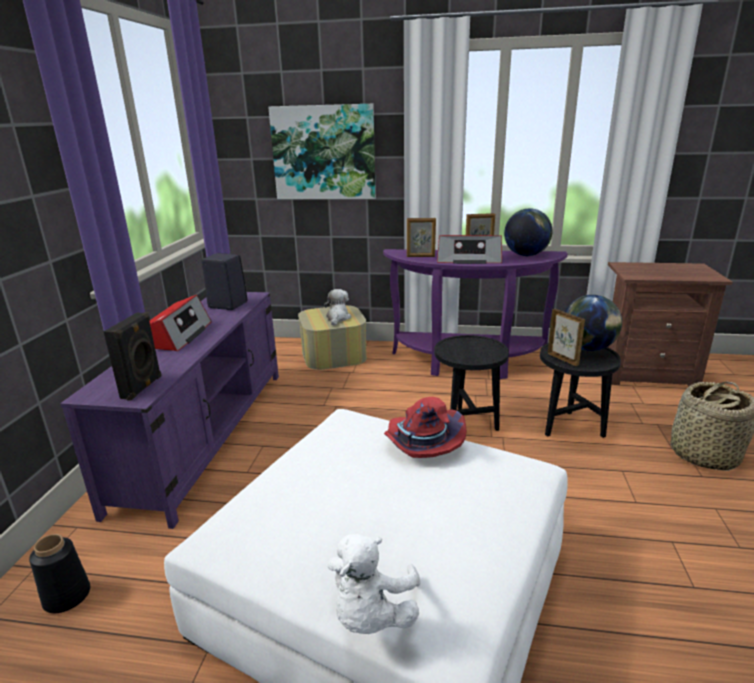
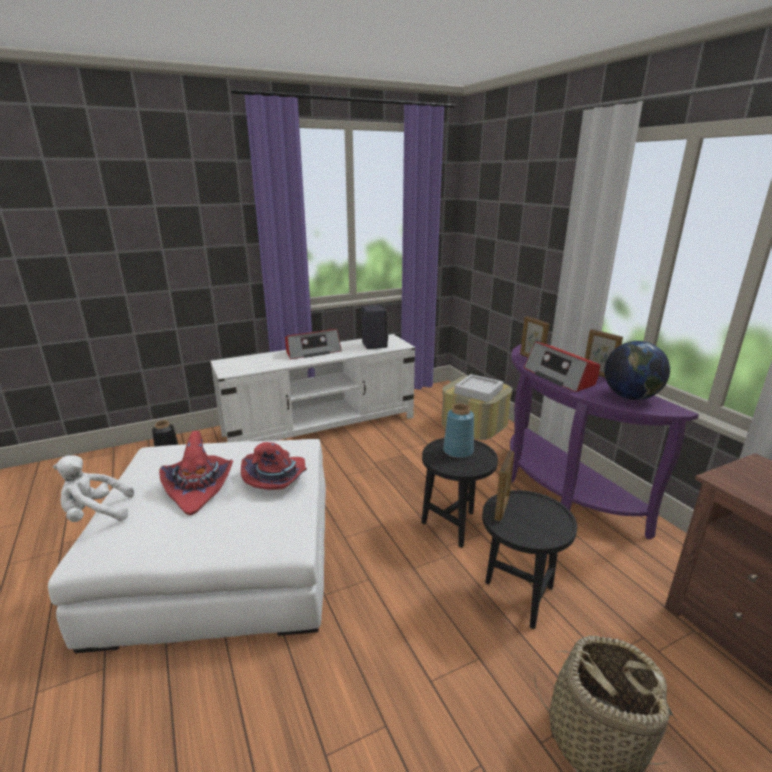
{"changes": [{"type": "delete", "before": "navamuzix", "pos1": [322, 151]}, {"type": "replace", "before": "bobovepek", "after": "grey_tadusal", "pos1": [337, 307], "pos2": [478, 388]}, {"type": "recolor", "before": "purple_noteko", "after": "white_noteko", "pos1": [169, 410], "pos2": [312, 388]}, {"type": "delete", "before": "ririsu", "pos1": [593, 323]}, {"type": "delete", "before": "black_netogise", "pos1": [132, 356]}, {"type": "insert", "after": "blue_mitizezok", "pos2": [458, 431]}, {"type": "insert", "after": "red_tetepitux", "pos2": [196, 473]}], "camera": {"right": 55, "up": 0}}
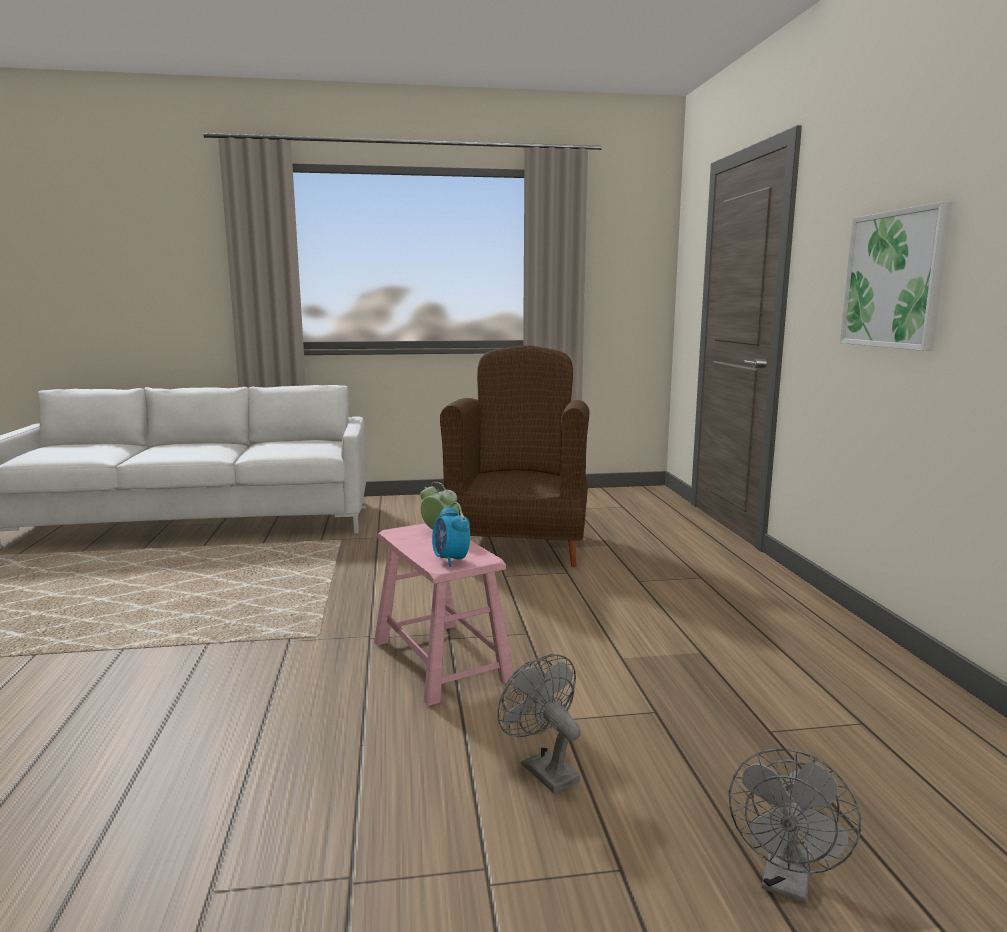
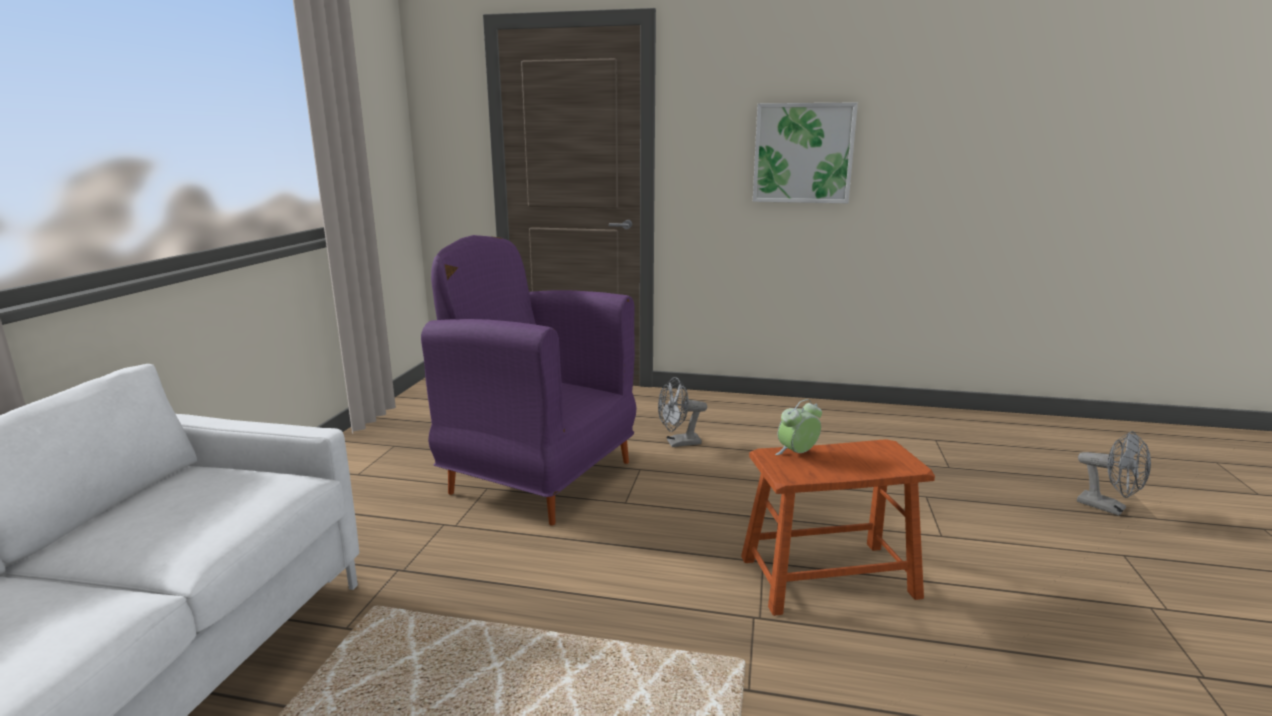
{"changes": [{"type": "recolor", "before": "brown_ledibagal", "after": "purple_ledibagal", "pos1": [515, 456], "pos2": [529, 380]}, {"type": "delete", "before": "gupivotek", "pos1": [451, 534]}, {"type": "recolor", "before": "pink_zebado", "after": "brown_zebado", "pos1": [444, 614], "pos2": [838, 527]}, {"type": "move", "before": "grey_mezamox", "pos1": [539, 723], "pos2": [682, 412]}], "camera": {"right": -70, "up": 5}}
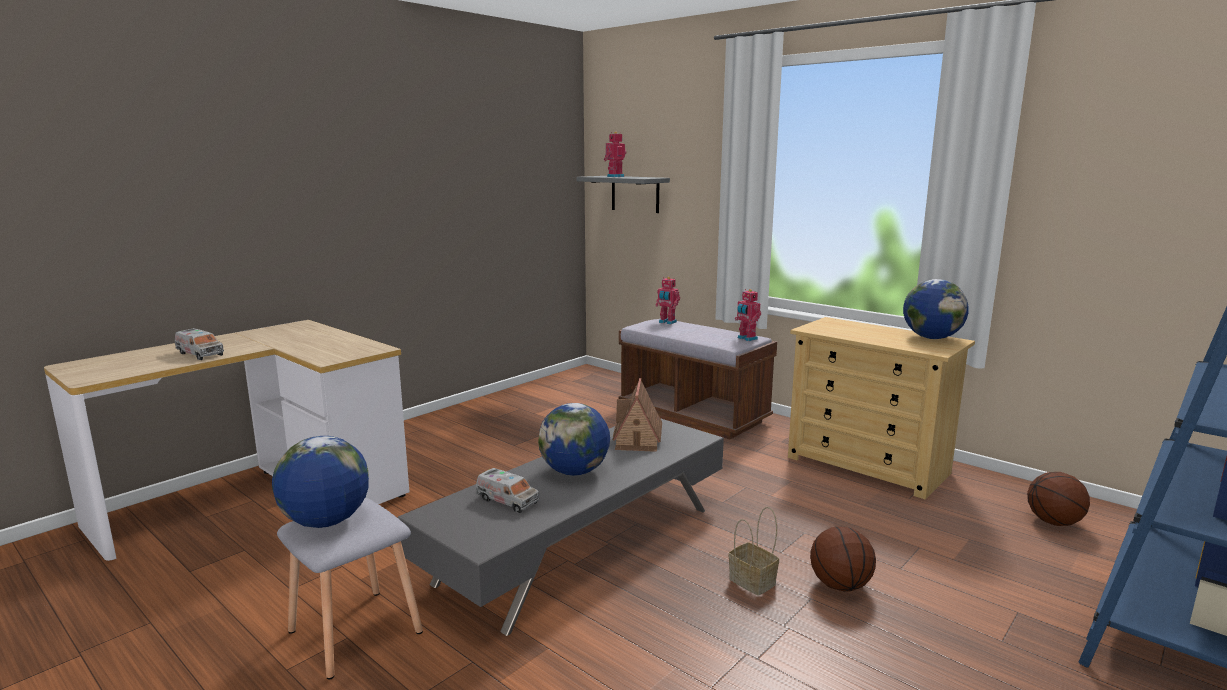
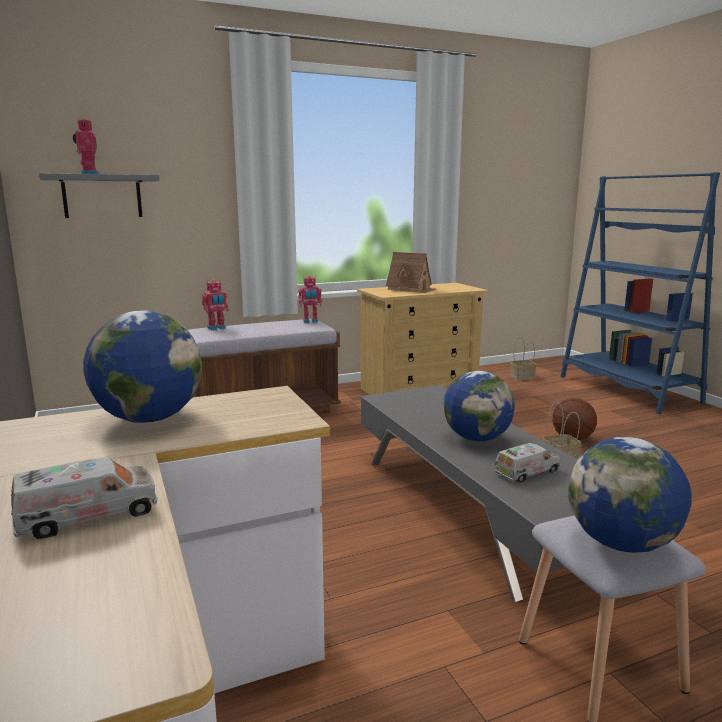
{"changes": [{"type": "move", "before": "ririsu", "pos1": [936, 309], "pos2": [143, 367]}, {"type": "move", "before": "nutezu", "pos1": [637, 415], "pos2": [411, 272]}, {"type": "replace", "before": "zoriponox", "after": "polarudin", "pos1": [1058, 499], "pos2": [523, 358]}], "camera": {"right": -65, "up": 0}}
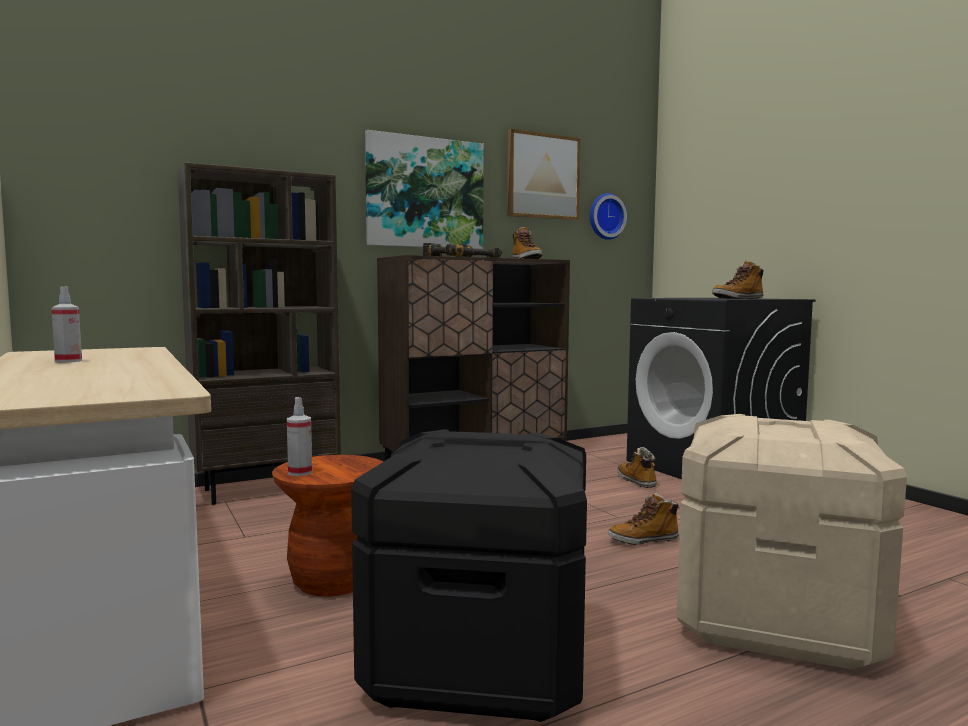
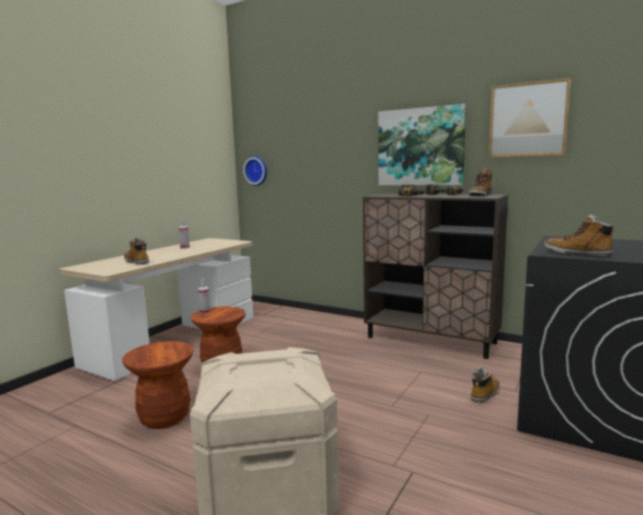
{"changes": [{"type": "delete", "before": "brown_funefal", "pos1": [259, 333]}, {"type": "move", "before": "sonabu", "pos1": [608, 216], "pos2": [255, 171]}, {"type": "replace", "before": "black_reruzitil", "after": "brown_zebado", "pos1": [469, 575], "pos2": [157, 385]}, {"type": "move", "before": "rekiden", "pos1": [643, 518], "pos2": [136, 251]}], "camera": {"right": 60, "up": 5}}
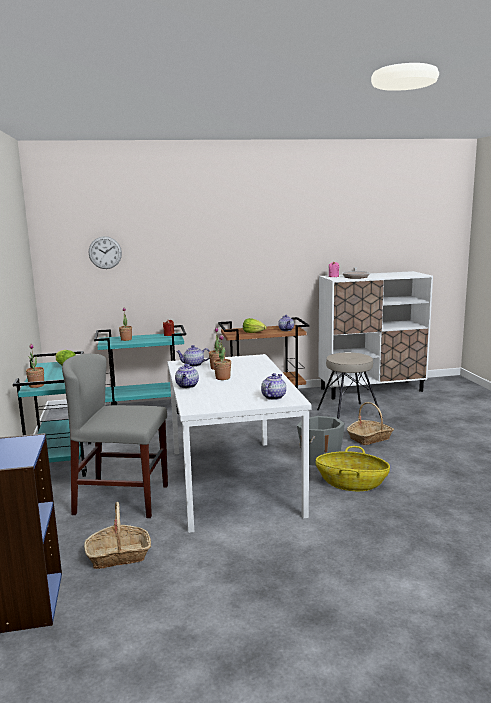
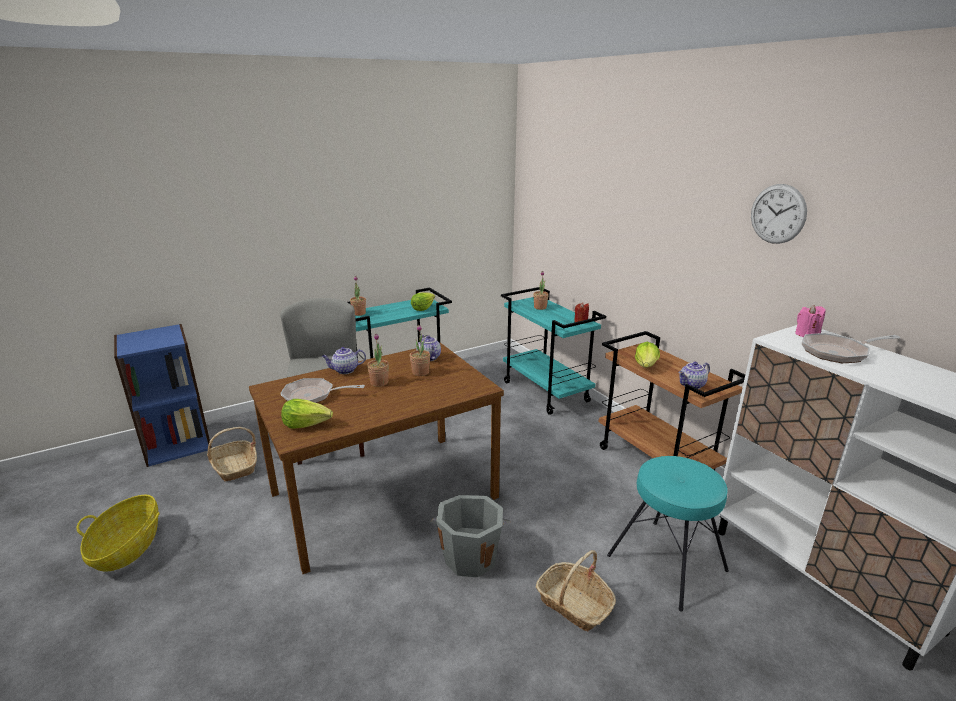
{"changes": [{"type": "move", "before": "sonabu", "pos1": [105, 252], "pos2": [779, 214]}, {"type": "recolor", "before": "beige_zebado", "after": "turquoise_zebado", "pos1": [350, 385], "pos2": [668, 534]}, {"type": "recolor", "before": "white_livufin", "after": "brown_livufin", "pos1": [239, 443], "pos2": [376, 458]}, {"type": "replace", "before": "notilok", "after": "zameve", "pos1": [273, 386], "pos2": [307, 414]}, {"type": "move", "before": "polarudin", "pos1": [353, 468], "pos2": [117, 533]}, {"type": "insert", "after": "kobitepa", "pos2": [322, 390]}], "camera": {"right": 70, "up": 10}}
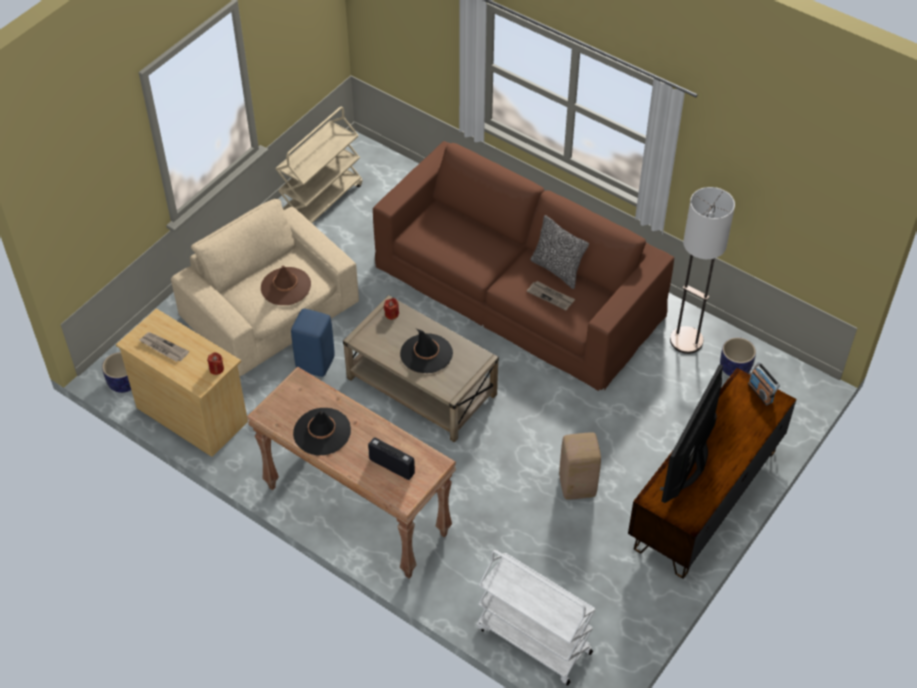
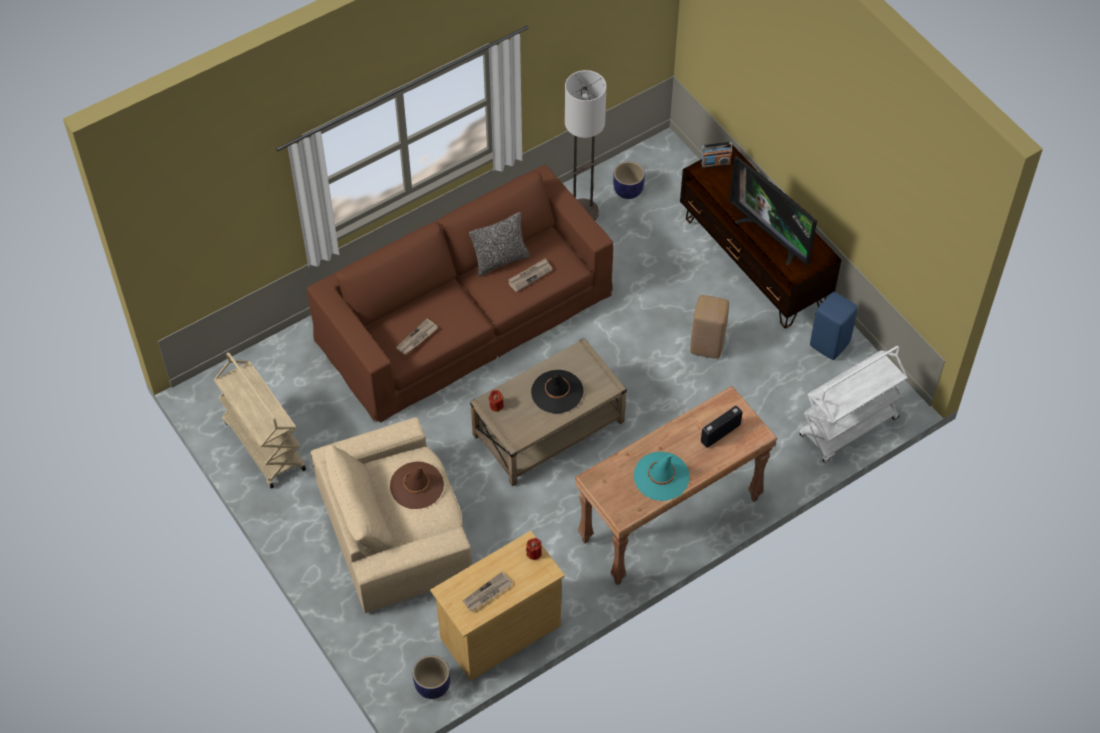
{"changes": [{"type": "move", "before": "blue_zebado", "pos1": [313, 343], "pos2": [834, 326]}, {"type": "recolor", "before": "black_tetepitux", "after": "turquoise_tetepitux", "pos1": [322, 432], "pos2": [661, 476]}, {"type": "insert", "after": "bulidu", "pos2": [417, 336]}], "camera": {"right": -70, "up": 5}}
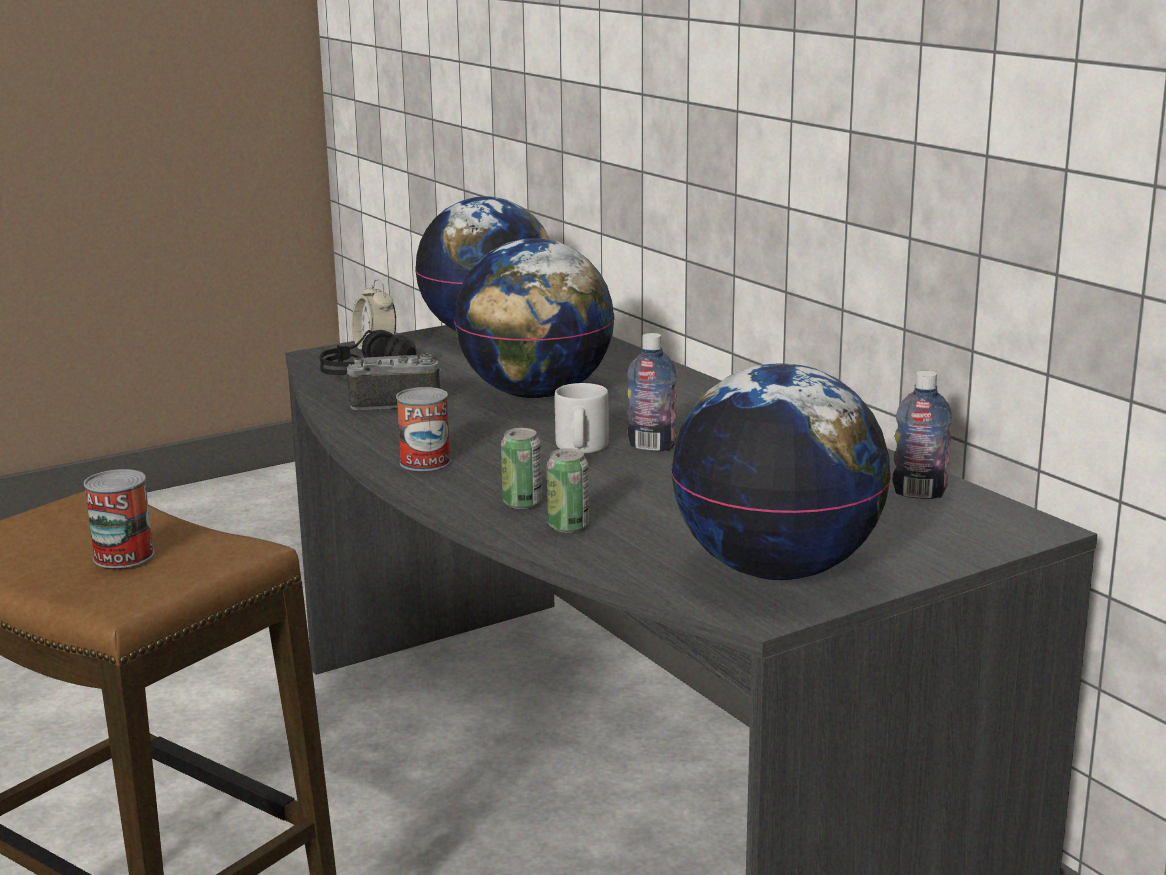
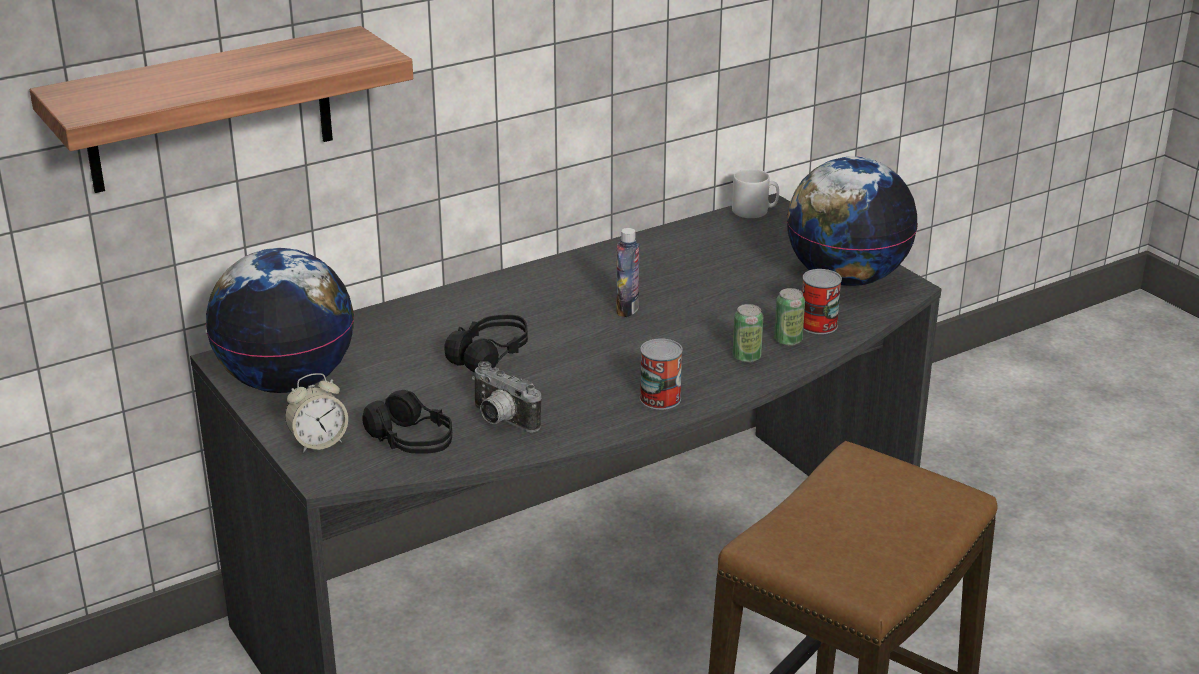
{"changes": [{"type": "replace", "before": "ririsu", "after": "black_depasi", "pos1": [534, 318], "pos2": [486, 344]}, {"type": "rotate", "before": "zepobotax", "pos1": [394, 381], "pos2": [507, 396], "turn": -45}, {"type": "delete", "before": "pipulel", "pos1": [922, 435]}, {"type": "move", "before": "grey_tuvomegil", "pos1": [582, 418], "pos2": [755, 193]}, {"type": "move", "before": "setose", "pos1": [119, 518], "pos2": [822, 301]}, {"type": "insert", "after": "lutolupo", "pos2": [221, 109]}], "camera": {"right": -90, "up": 10}}
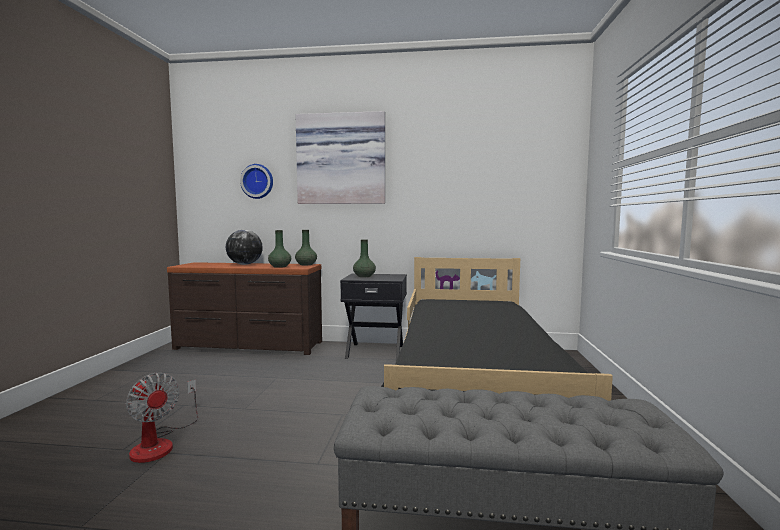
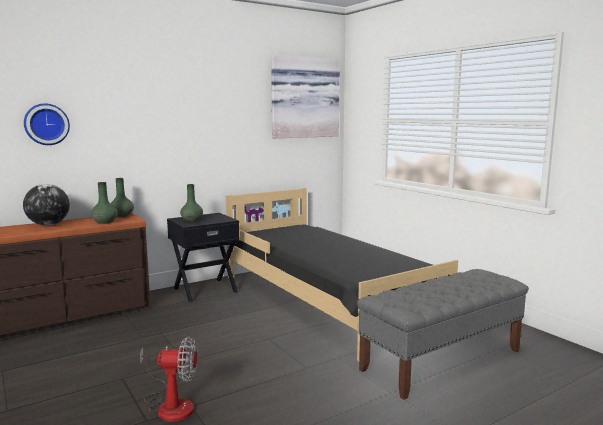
{"changes": [{"type": "move", "before": "navamuzix", "pos1": [340, 157], "pos2": [305, 96]}], "camera": {"right": -40, "up": 5}}
